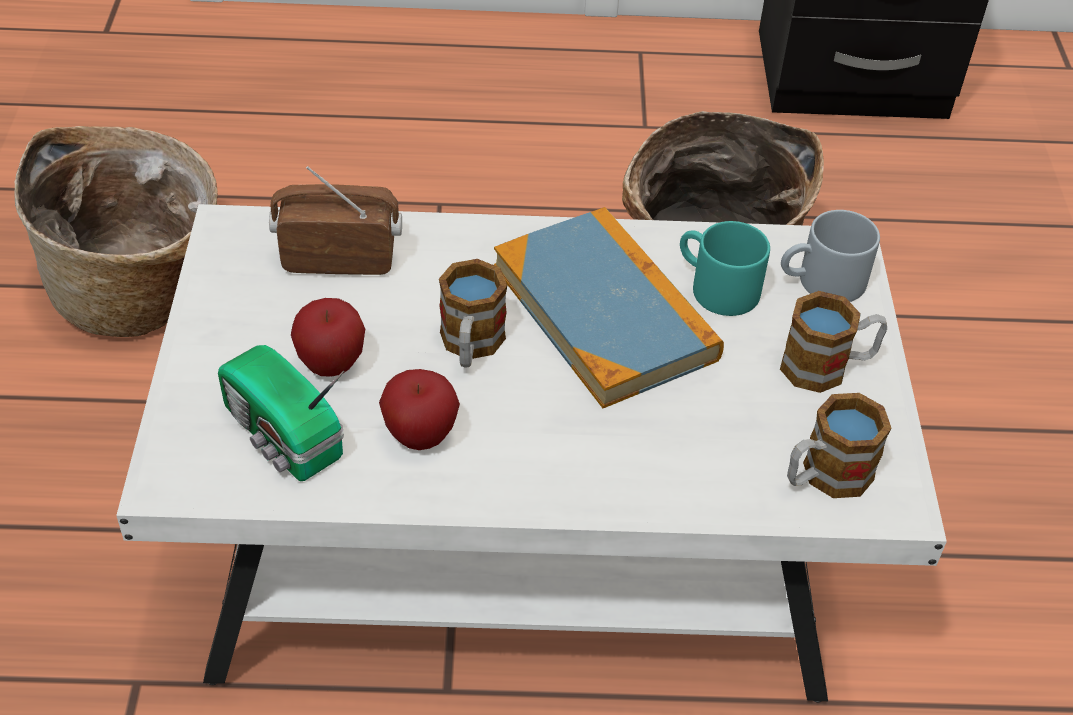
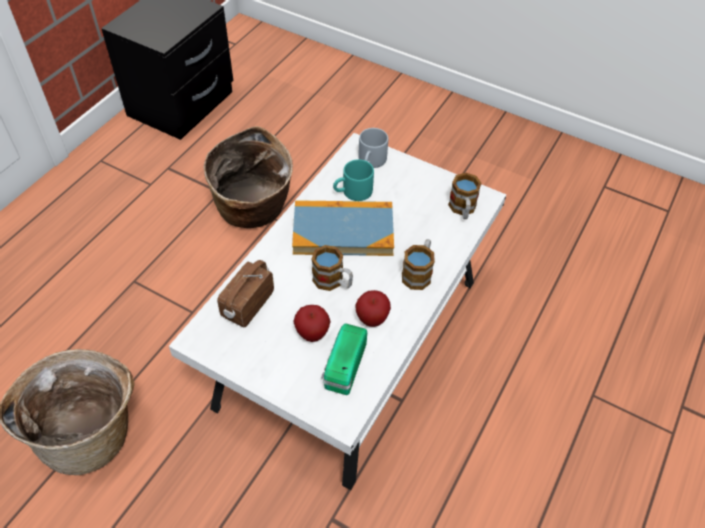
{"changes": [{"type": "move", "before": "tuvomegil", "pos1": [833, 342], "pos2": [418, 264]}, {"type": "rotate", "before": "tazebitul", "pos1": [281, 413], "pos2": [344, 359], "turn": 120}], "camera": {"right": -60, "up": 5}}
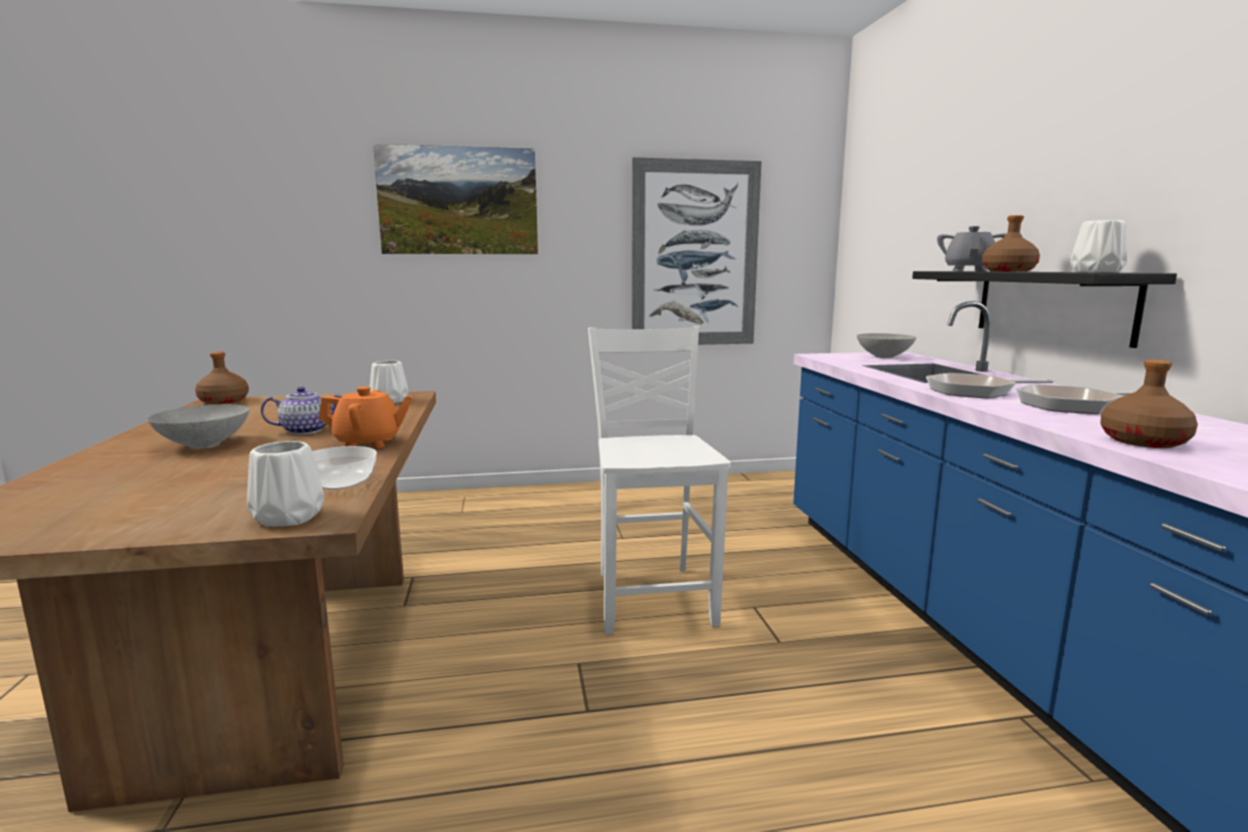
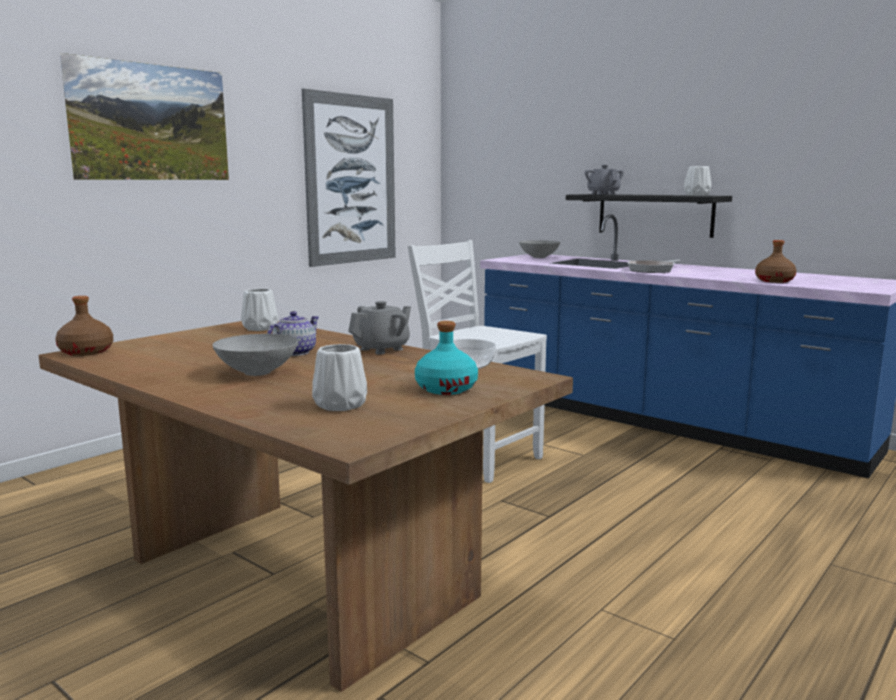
{"changes": [{"type": "delete", "before": "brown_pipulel", "pos1": [1011, 243]}, {"type": "delete", "before": "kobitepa", "pos1": [1076, 399]}, {"type": "recolor", "before": "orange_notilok", "after": "grey_notilok", "pos1": [365, 417], "pos2": [379, 327]}, {"type": "move", "before": "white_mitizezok", "pos1": [285, 484], "pos2": [339, 377]}, {"type": "insert", "after": "turquoise_pipulel", "pos2": [446, 358]}], "camera": {"right": -40, "up": 0}}
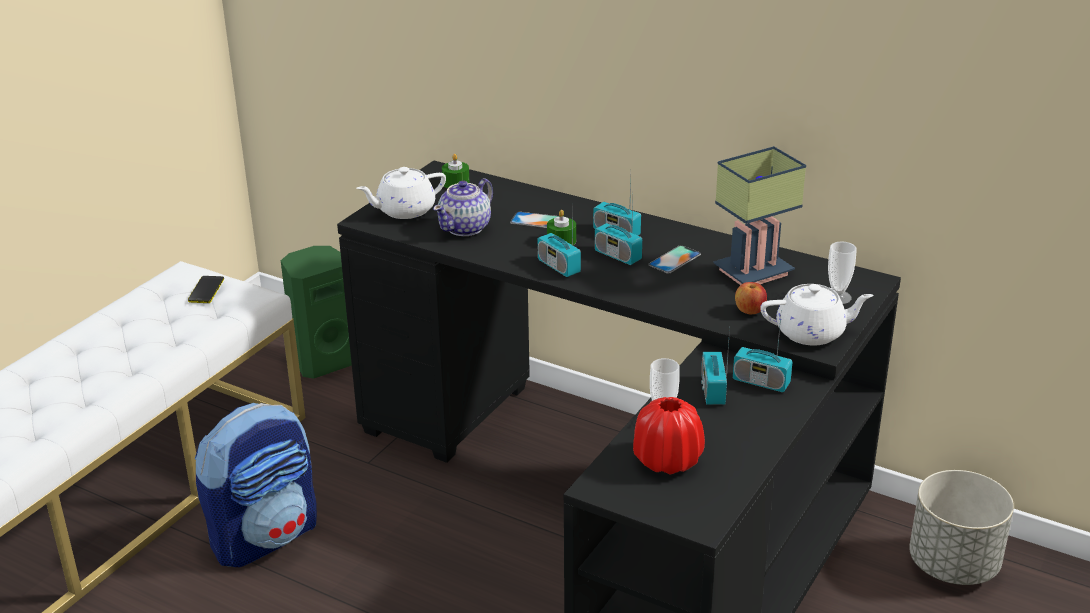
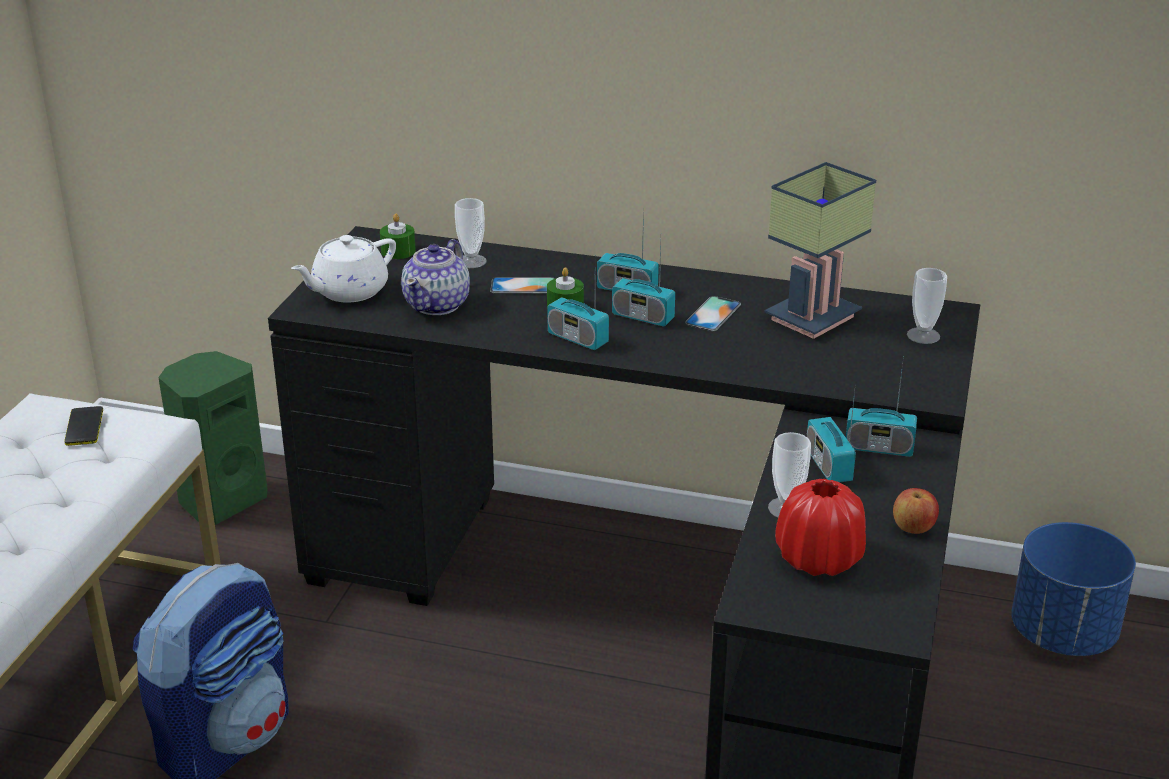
{"changes": [{"type": "move", "before": "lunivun", "pos1": [751, 298], "pos2": [916, 511]}, {"type": "delete", "before": "white_notilok", "pos1": [817, 314]}, {"type": "recolor", "before": "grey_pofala", "after": "blue_pofala", "pos1": [961, 527], "pos2": [1073, 589]}, {"type": "insert", "after": "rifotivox", "pos2": [471, 233]}], "camera": {"right": -15, "up": 0}}
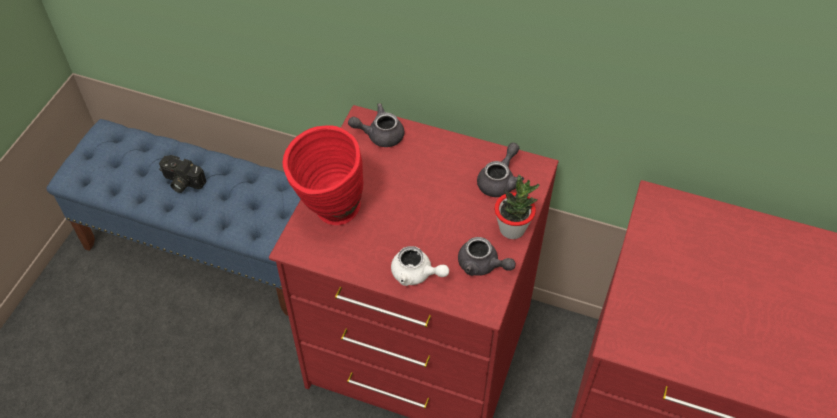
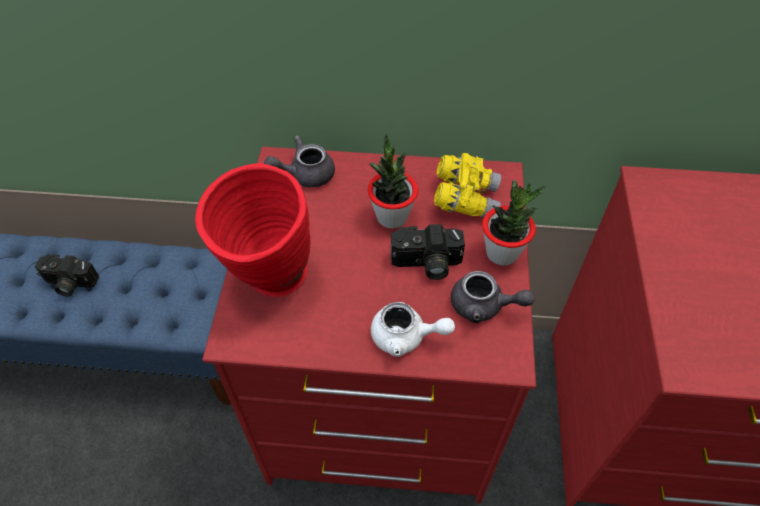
{"changes": [{"type": "replace", "before": "grey_notilok", "after": "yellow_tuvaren", "pos1": [500, 169], "pos2": [467, 185]}, {"type": "insert", "after": "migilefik", "pos2": [392, 181]}, {"type": "insert", "after": "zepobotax", "pos2": [428, 252]}], "camera": {"right": -15, "up": 0}}
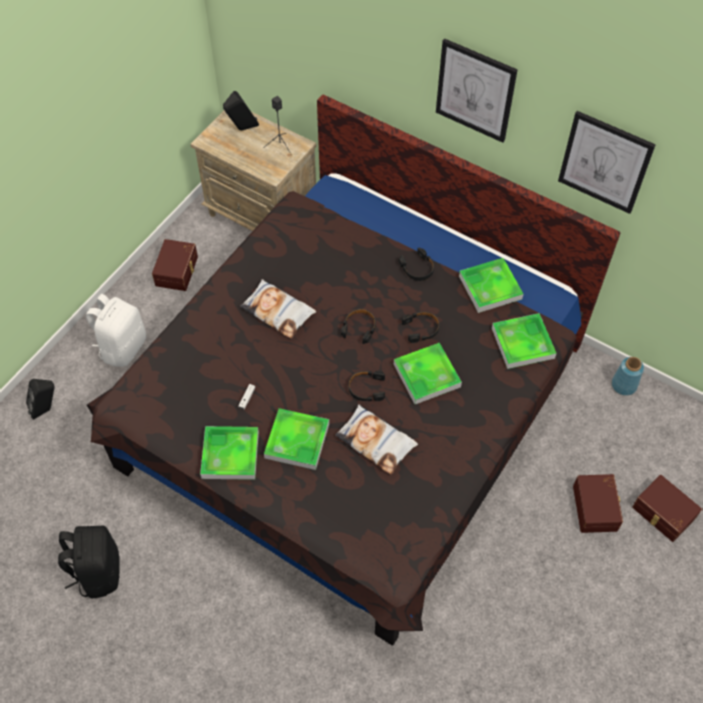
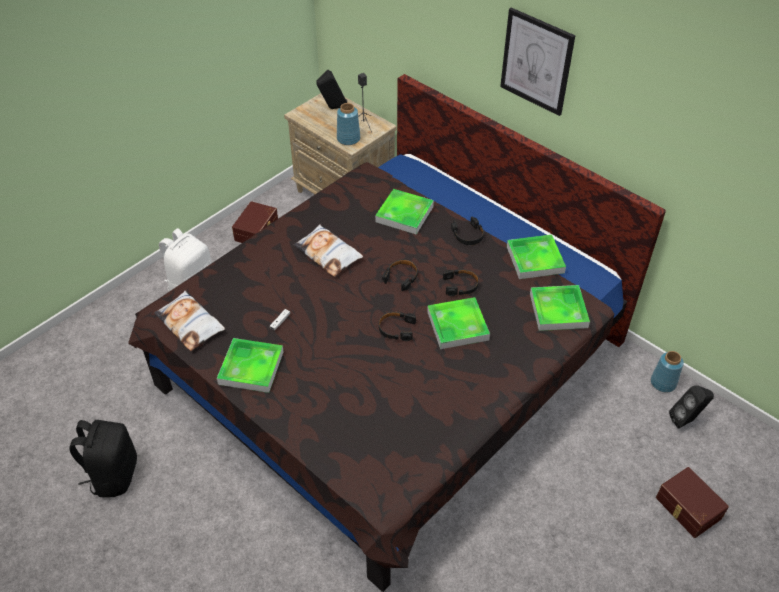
{"changes": [{"type": "delete", "before": "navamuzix", "pos1": [607, 162]}, {"type": "move", "before": "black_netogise", "pos1": [40, 399], "pos2": [691, 407]}, {"type": "move", "before": "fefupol", "pos1": [376, 439], "pos2": [189, 320]}, {"type": "move", "before": "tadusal", "pos1": [296, 439], "pos2": [404, 212]}, {"type": "delete", "before": "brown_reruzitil", "pos1": [598, 503]}, {"type": "insert", "after": "blue_mitizezok", "pos2": [348, 124]}], "camera": {"right": 10, "up": -10}}
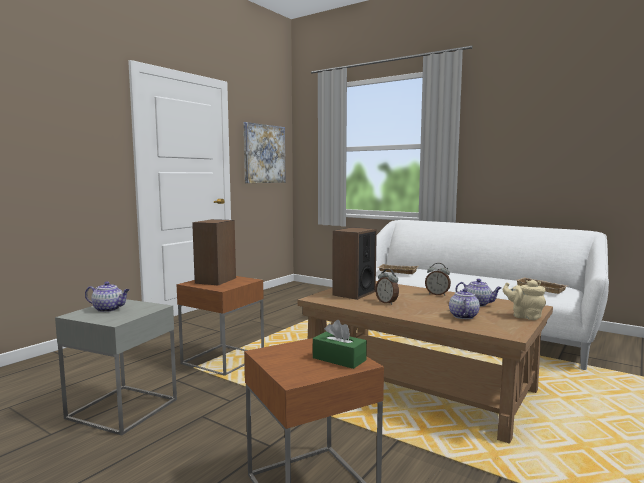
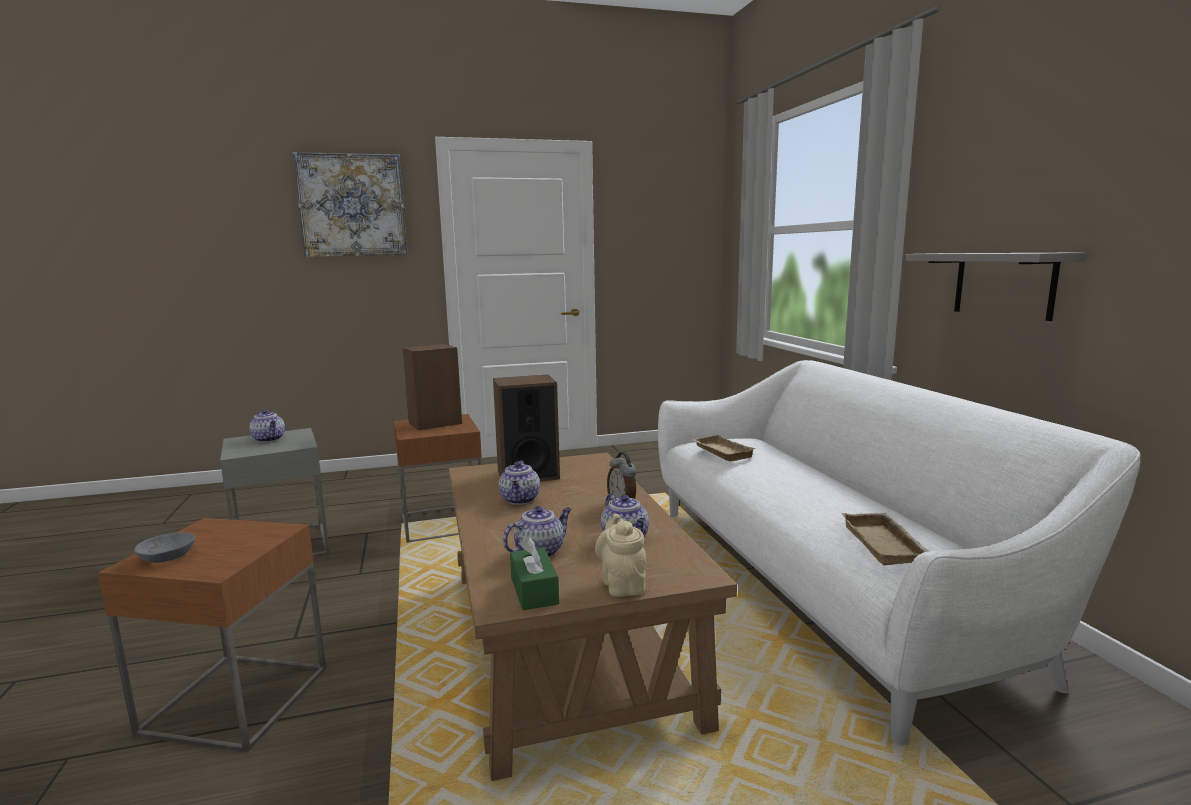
{"changes": [{"type": "move", "before": "navamuzix", "pos1": [265, 152], "pos2": [350, 204]}, {"type": "replace", "before": "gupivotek", "after": "notilok", "pos1": [387, 287], "pos2": [519, 483]}, {"type": "move", "before": "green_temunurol", "pos1": [340, 344], "pos2": [534, 573]}, {"type": "insert", "after": "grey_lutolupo", "pos2": [995, 286]}, {"type": "insert", "after": "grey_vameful", "pos2": [164, 547]}], "camera": {"right": 40, "up": 5}}
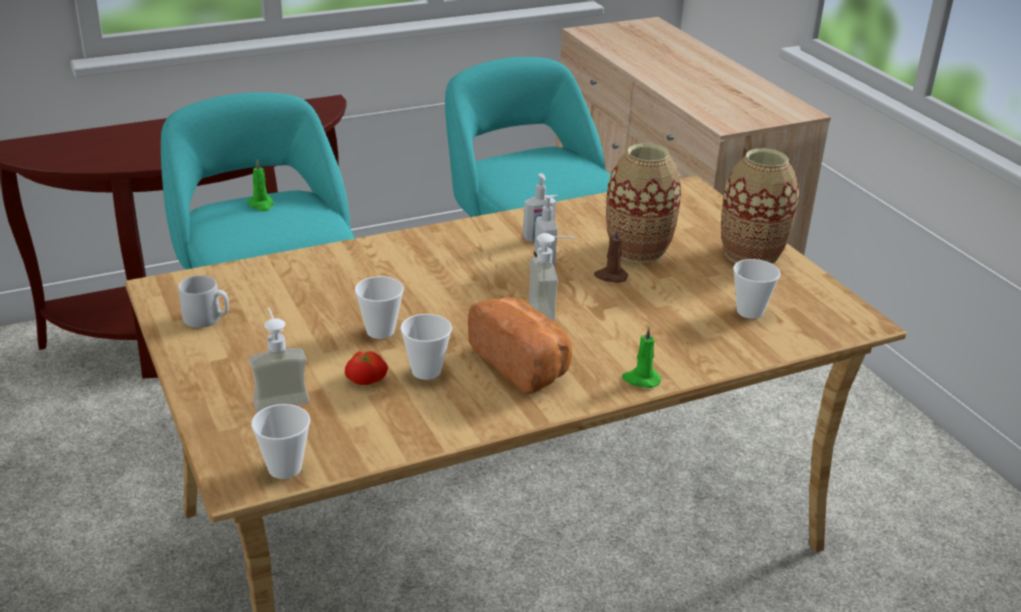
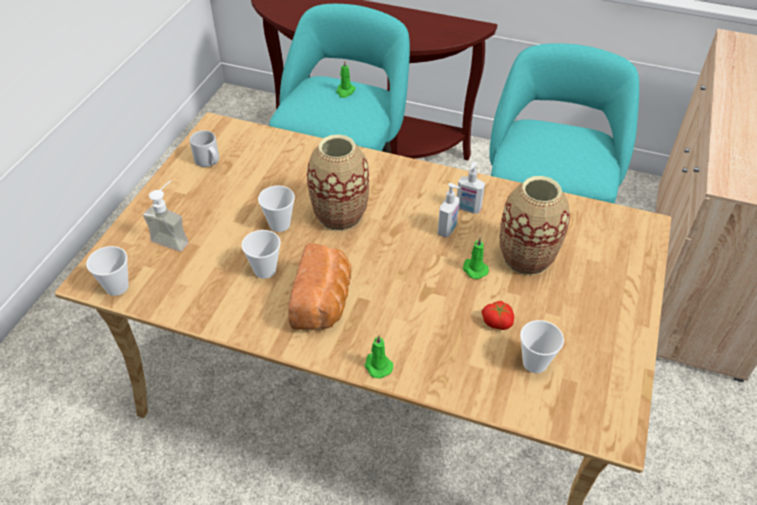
{"changes": [{"type": "move", "before": "mitizezok", "pos1": [760, 206], "pos2": [338, 182]}, {"type": "recolor", "before": "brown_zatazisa", "after": "green_zatazisa", "pos1": [611, 255], "pos2": [476, 258]}, {"type": "delete", "before": "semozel", "pos1": [552, 277]}, {"type": "move", "before": "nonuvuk", "pos1": [366, 368], "pos2": [497, 315]}], "camera": {"right": 45, "up": 15}}
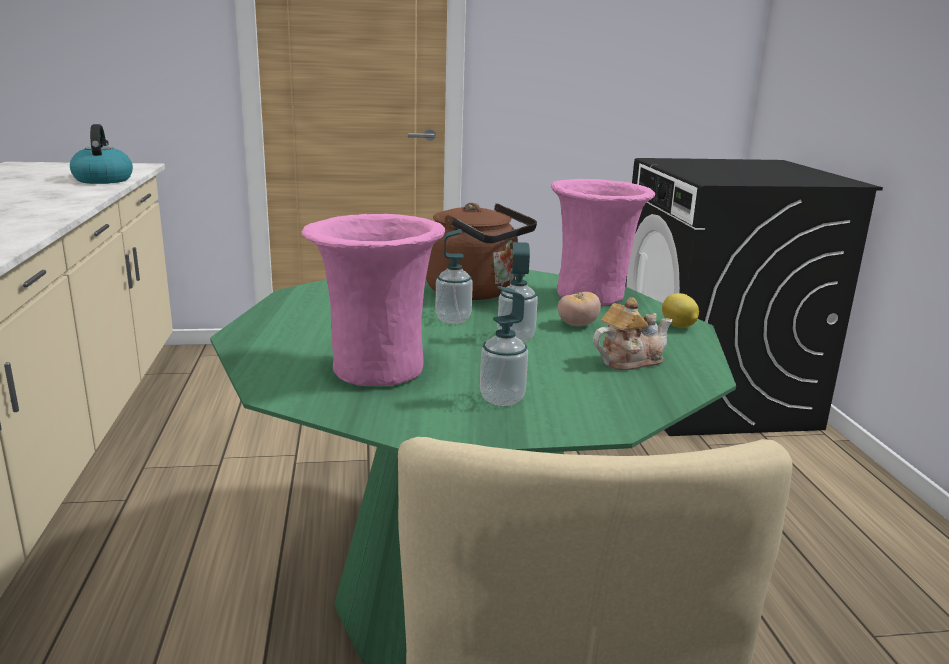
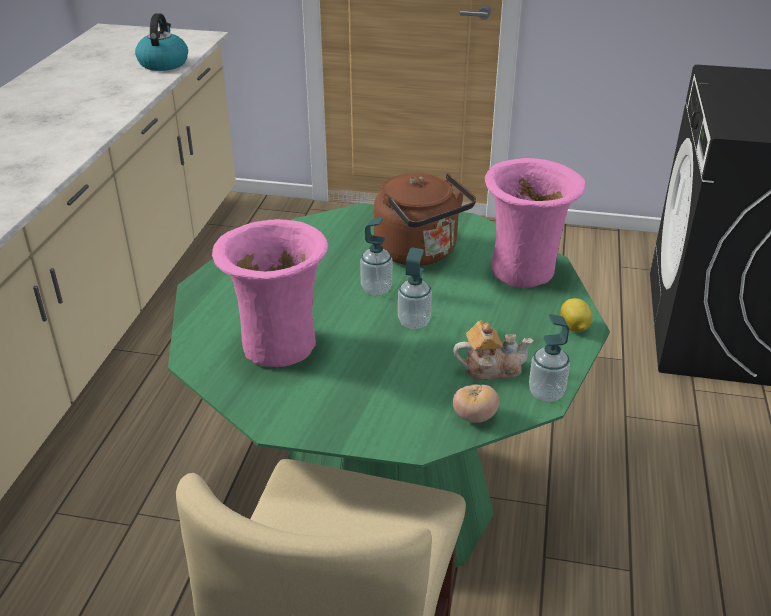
{"changes": [{"type": "move", "before": "semozel", "pos1": [504, 346], "pos2": [549, 358]}, {"type": "move", "before": "nonuvuk", "pos1": [579, 309], "pos2": [476, 403]}], "camera": {"right": 20, "up": 15}}
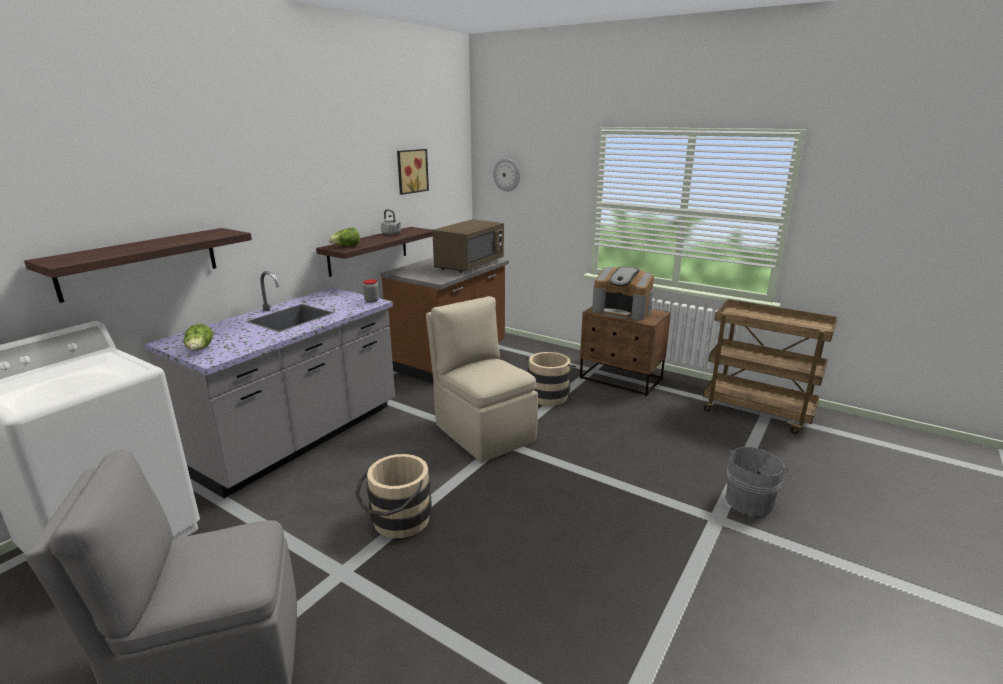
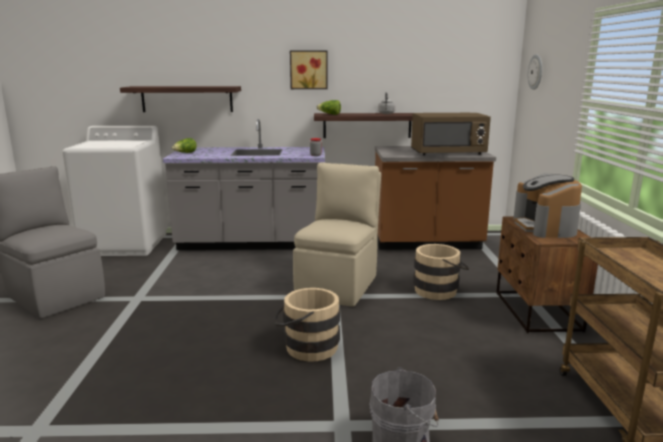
{"changes": [{"type": "move", "before": "navamuzix", "pos1": [413, 172], "pos2": [309, 70]}, {"type": "move", "before": "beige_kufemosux", "pos1": [393, 496], "pos2": [306, 325]}], "camera": {"right": 55, "up": -5}}
